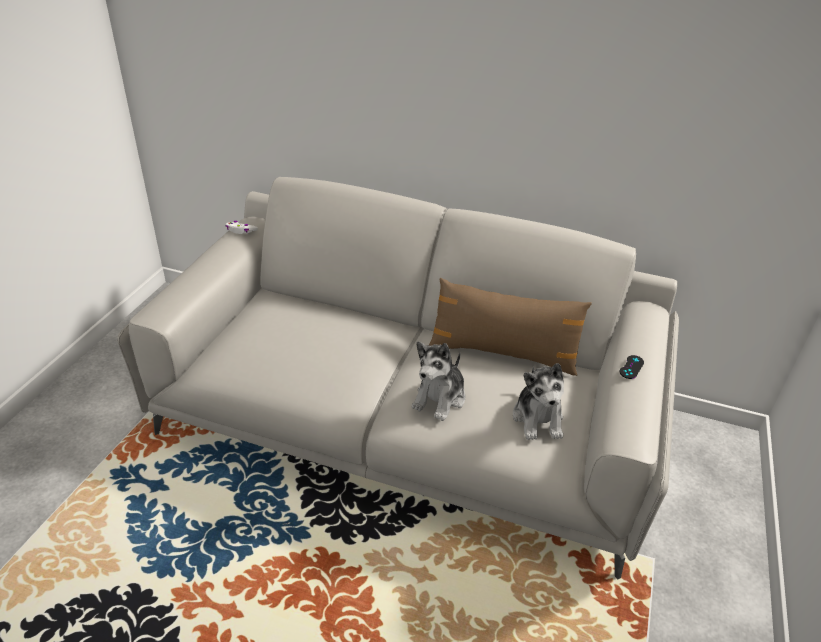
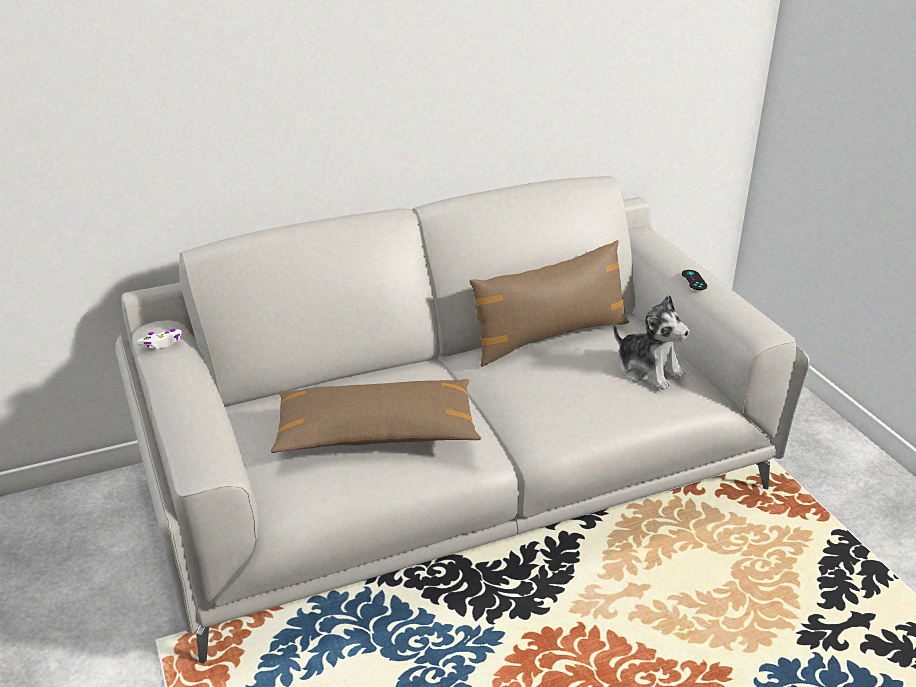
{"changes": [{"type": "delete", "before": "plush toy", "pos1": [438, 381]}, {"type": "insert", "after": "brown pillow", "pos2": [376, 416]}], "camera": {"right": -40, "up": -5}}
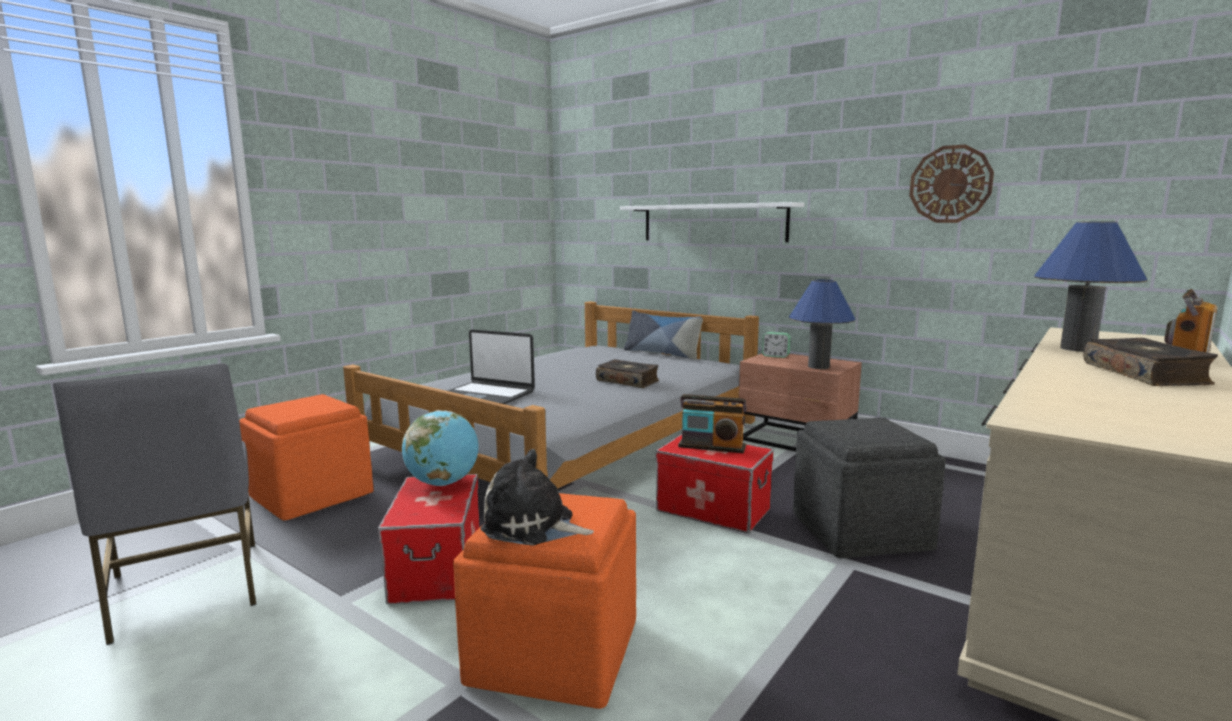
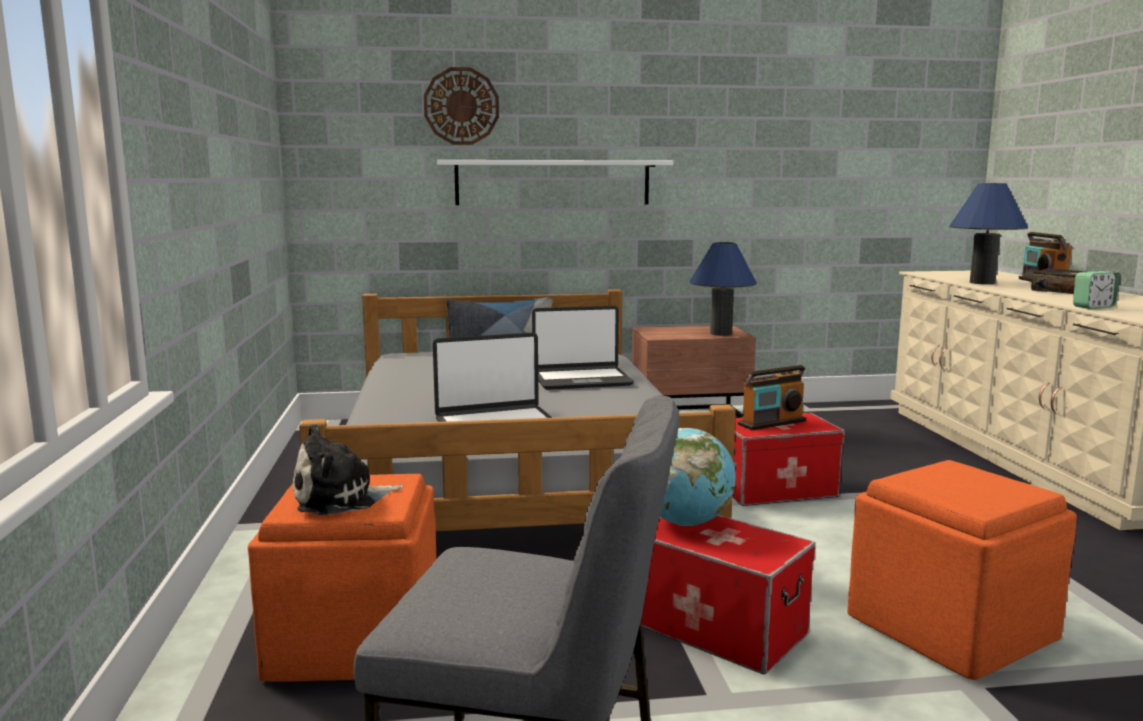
{"changes": [{"type": "move", "before": "plush toy", "pos1": [537, 497], "pos2": [348, 469]}, {"type": "replace", "before": "book", "after": "laptop", "pos1": [627, 373], "pos2": [583, 348]}, {"type": "move", "before": "alarm clock", "pos1": [776, 345], "pos2": [1096, 290]}, {"type": "delete", "before": "grey ottoman", "pos1": [869, 487]}, {"type": "move", "before": "wall clock", "pos1": [951, 184], "pos2": [461, 106]}], "camera": {"right": -45, "up": 0}}
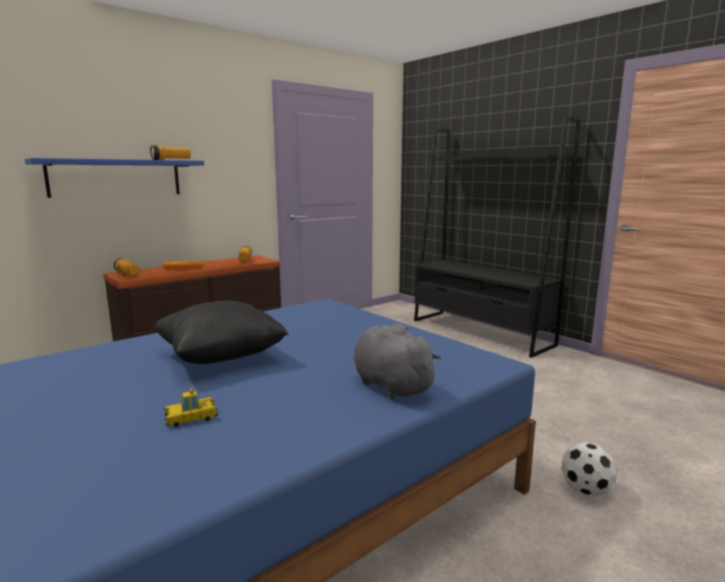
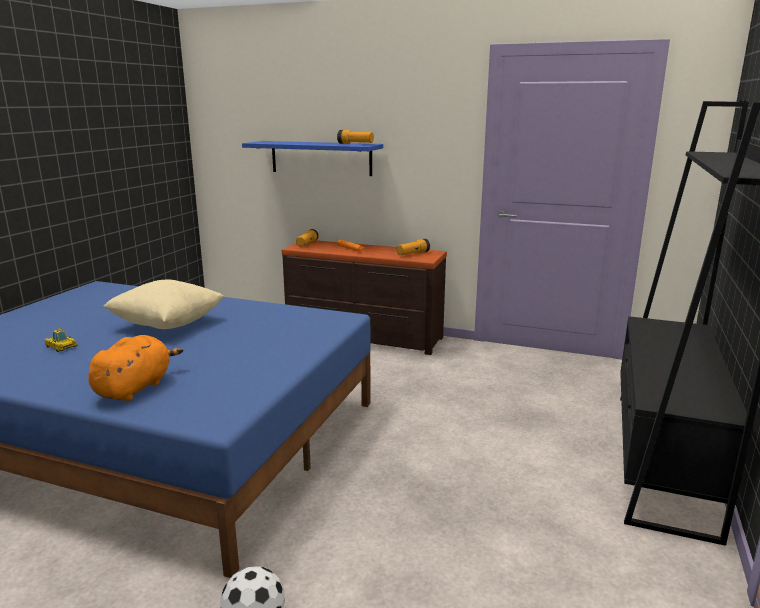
{"changes": [{"type": "recolor", "before": "black pillow", "after": "beige pillow", "pos1": [222, 332], "pos2": [163, 304]}, {"type": "recolor", "before": "grey plush toy", "after": "orange plush toy", "pos1": [397, 361], "pos2": [136, 368]}], "camera": {"right": 60, "up": 5}}
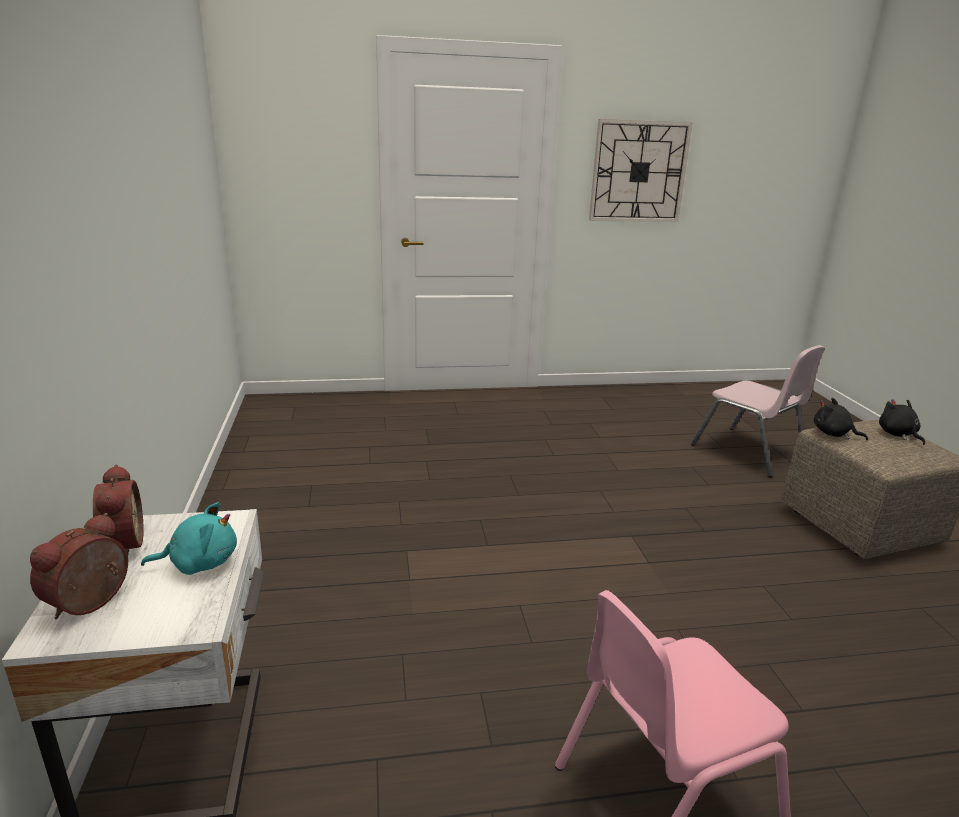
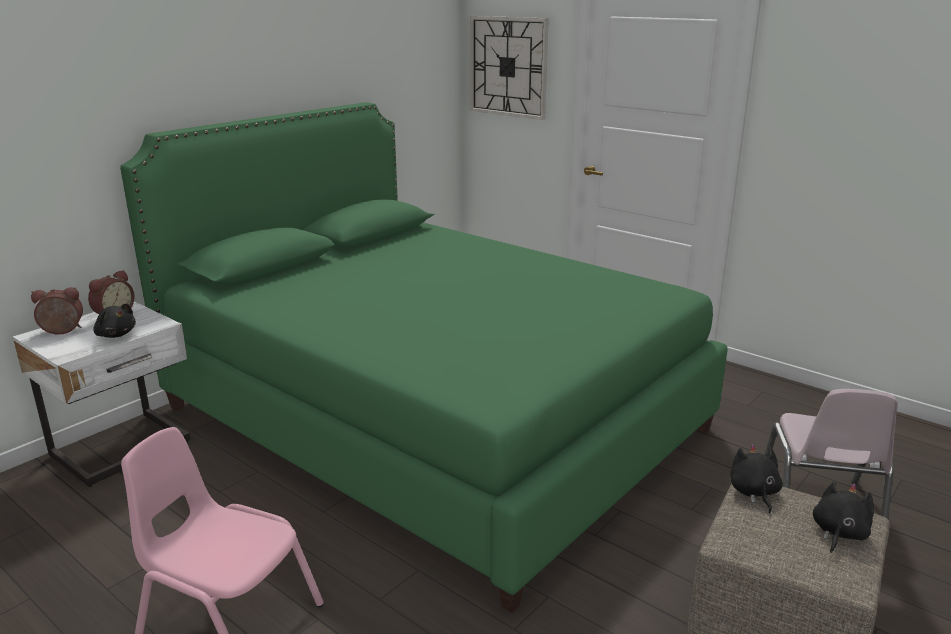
{"changes": [{"type": "recolor", "before": "turquoise plush toy", "after": "black plush toy", "pos1": [189, 538], "pos2": [114, 320]}, {"type": "move", "before": "wall clock", "pos1": [640, 170], "pos2": [509, 68]}, {"type": "insert", "after": "green bed", "pos2": [424, 357]}], "camera": {"right": 50, "up": 0}}
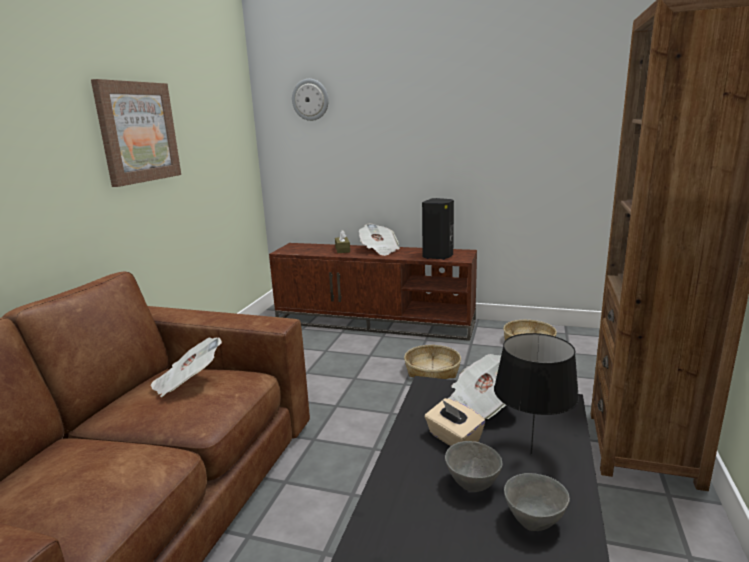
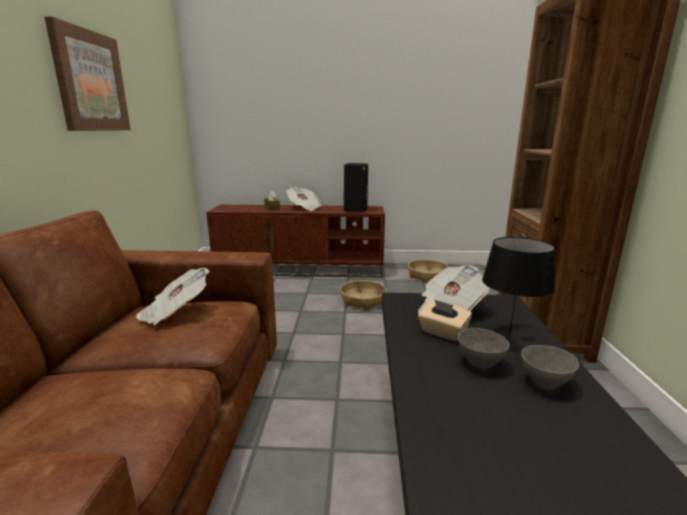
{"changes": [{"type": "delete", "before": "wall clock", "pos1": [310, 100]}], "camera": {"right": -15, "up": 0}}
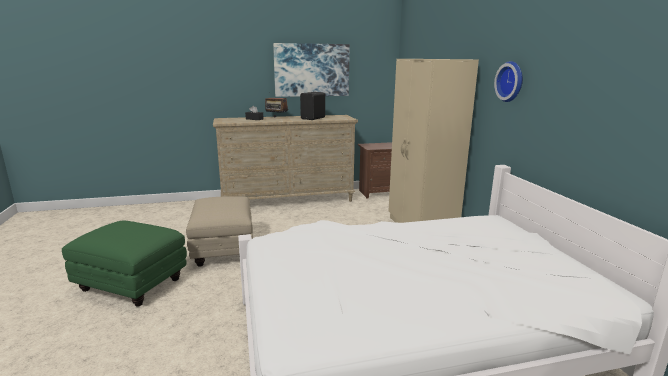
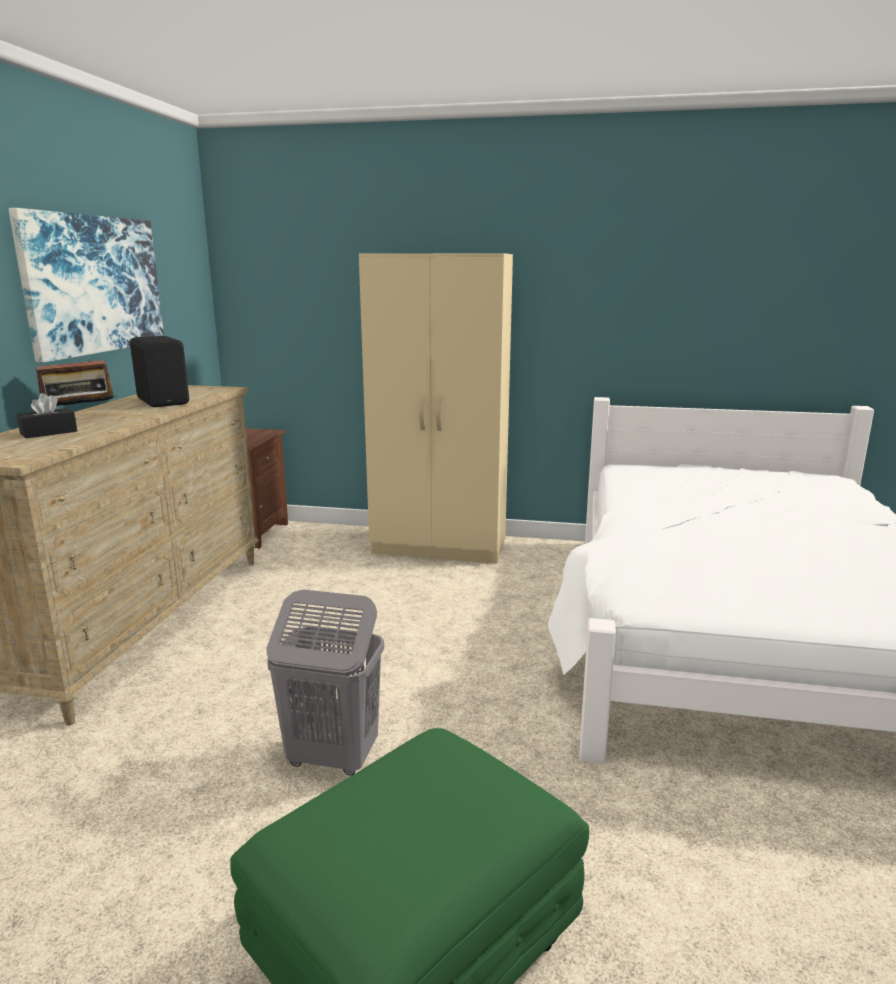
{"changes": [{"type": "replace", "before": "beige ottoman", "after": "grey laundry basket", "pos1": [219, 231], "pos2": [325, 682]}, {"type": "delete", "before": "wall clock", "pos1": [508, 81]}], "camera": {"right": -65, "up": 0}}
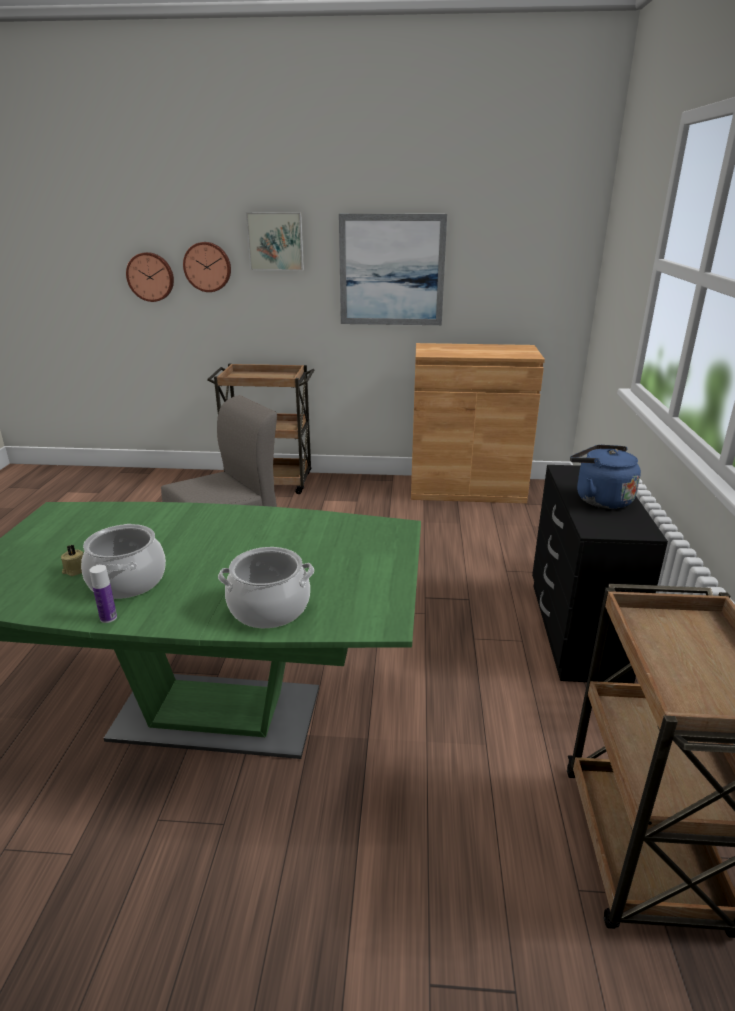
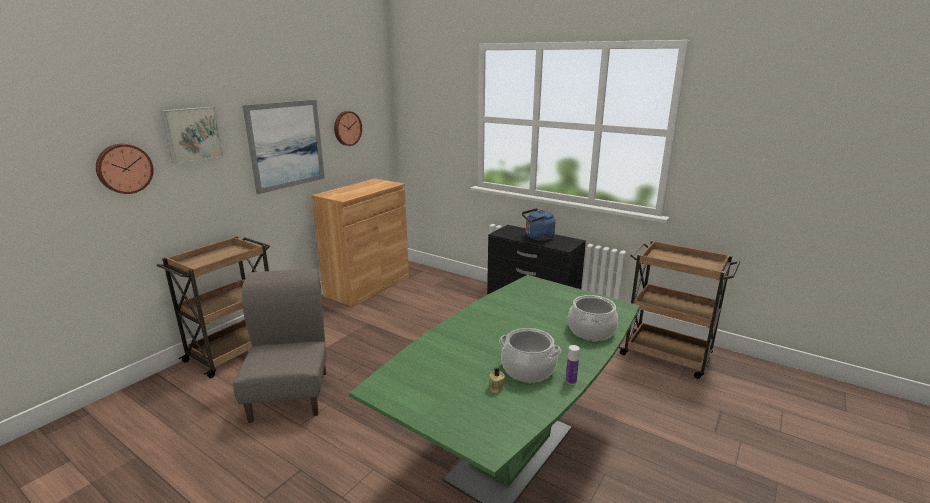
{"changes": [{"type": "move", "before": "wall clock", "pos1": [150, 277], "pos2": [348, 128]}], "camera": {"right": -60, "up": -5}}
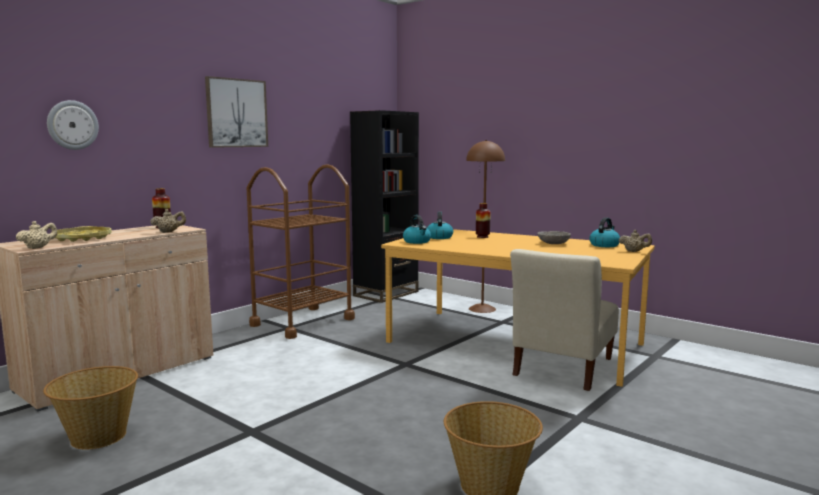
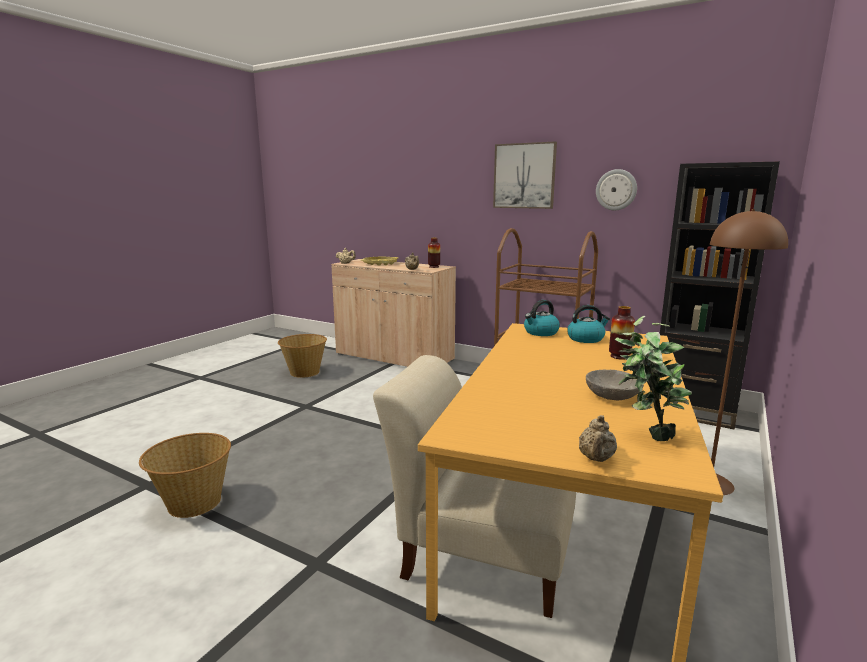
{"changes": [{"type": "move", "before": "wall clock", "pos1": [73, 125], "pos2": [616, 189]}, {"type": "replace", "before": "kettle", "after": "potted plant", "pos1": [605, 232], "pos2": [653, 378]}], "camera": {"right": 80, "up": 5}}
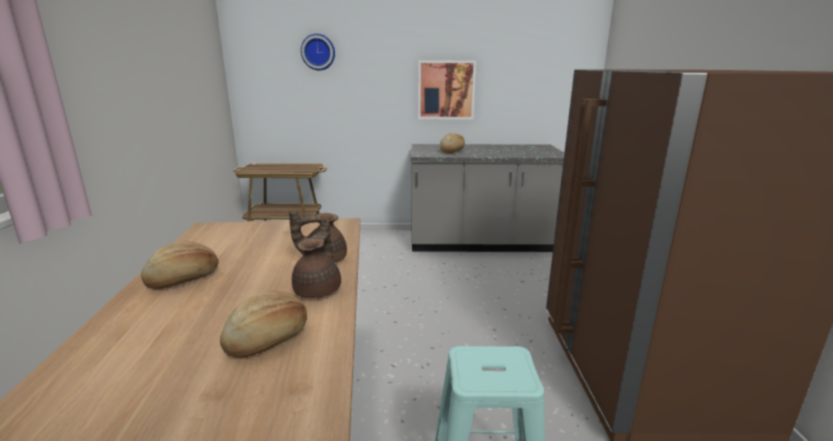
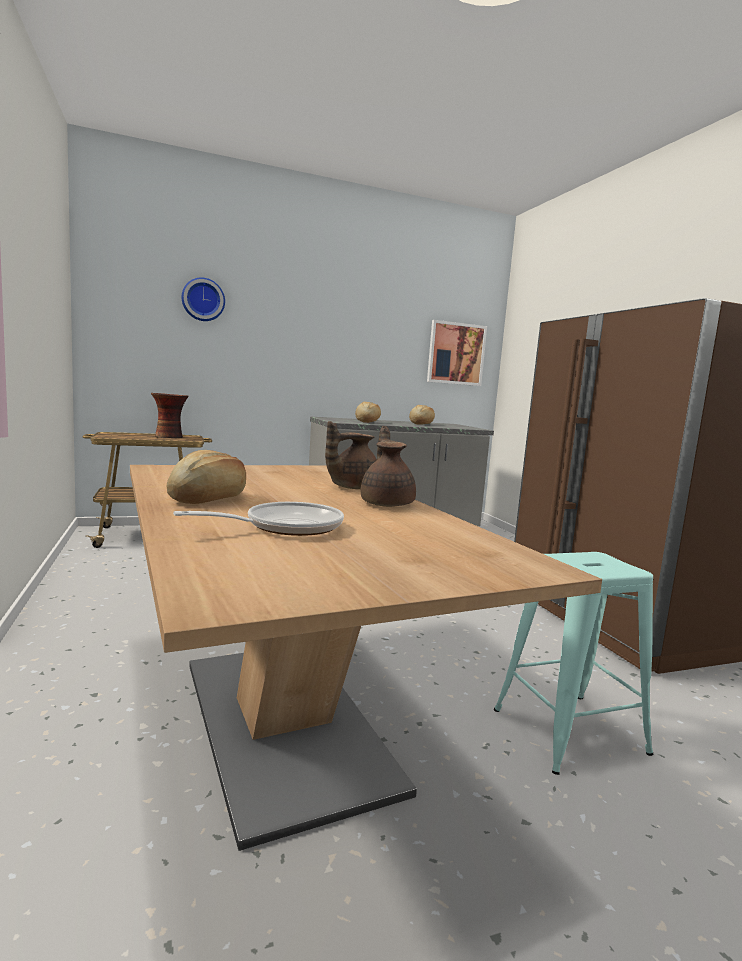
{"changes": [{"type": "move", "before": "bread", "pos1": [263, 324], "pos2": [422, 415]}, {"type": "move", "before": "picture", "pos1": [447, 90], "pos2": [457, 353]}, {"type": "insert", "after": "vase", "pos2": [170, 415]}, {"type": "insert", "after": "frying pan", "pos2": [258, 519]}], "camera": {"right": -20, "up": -10}}
